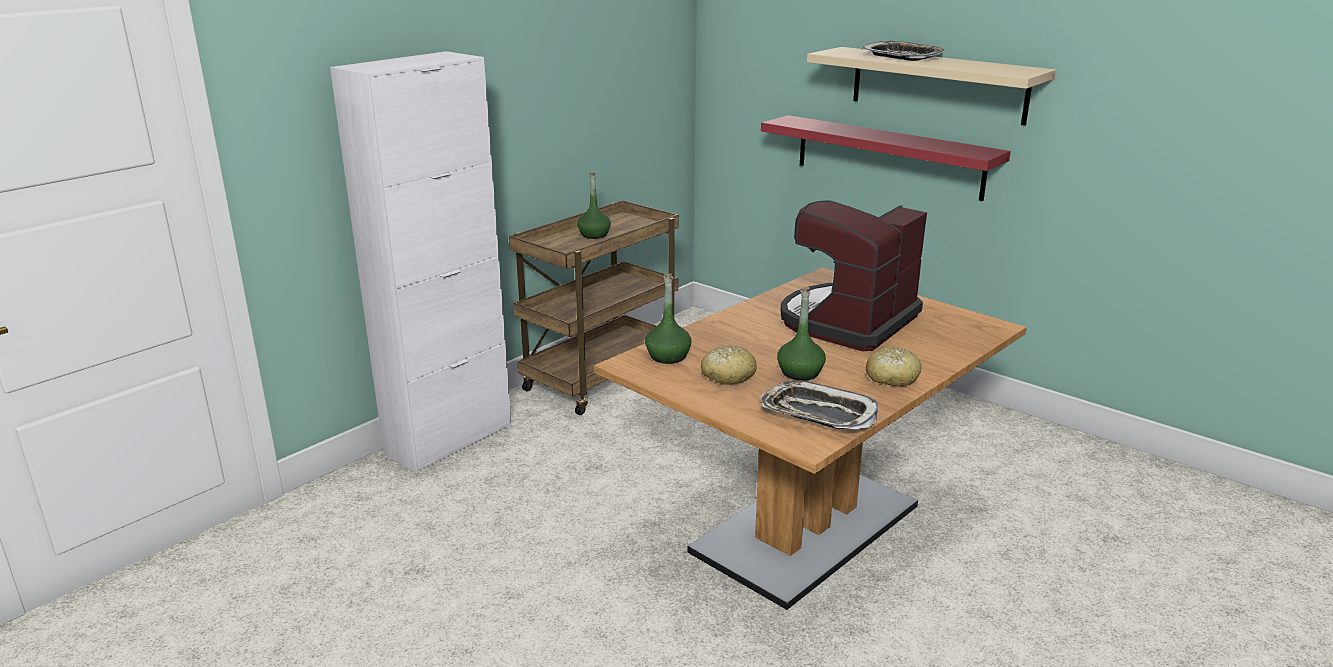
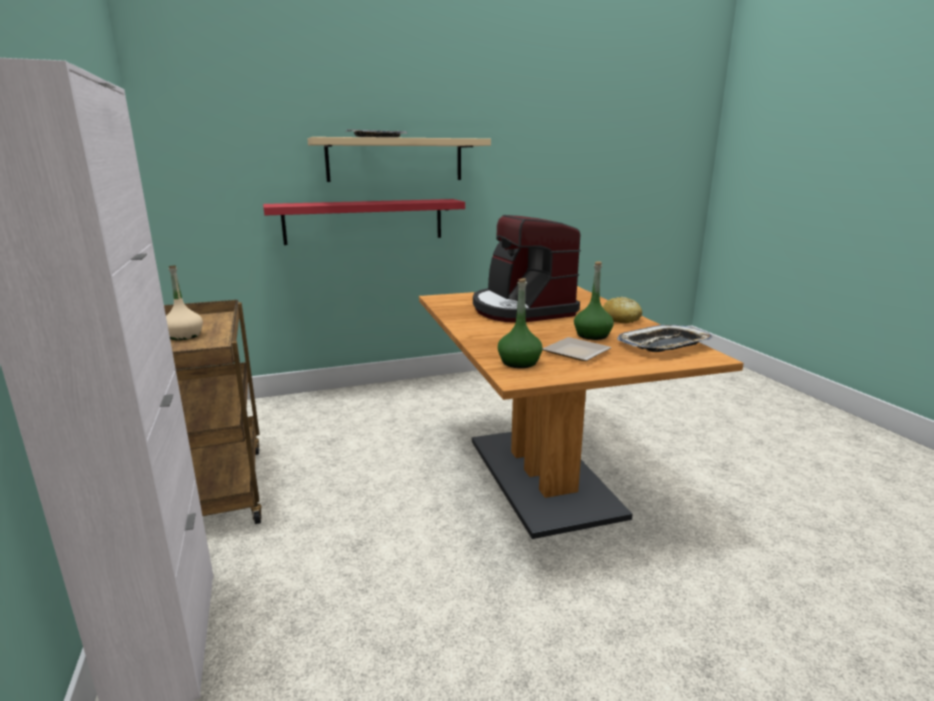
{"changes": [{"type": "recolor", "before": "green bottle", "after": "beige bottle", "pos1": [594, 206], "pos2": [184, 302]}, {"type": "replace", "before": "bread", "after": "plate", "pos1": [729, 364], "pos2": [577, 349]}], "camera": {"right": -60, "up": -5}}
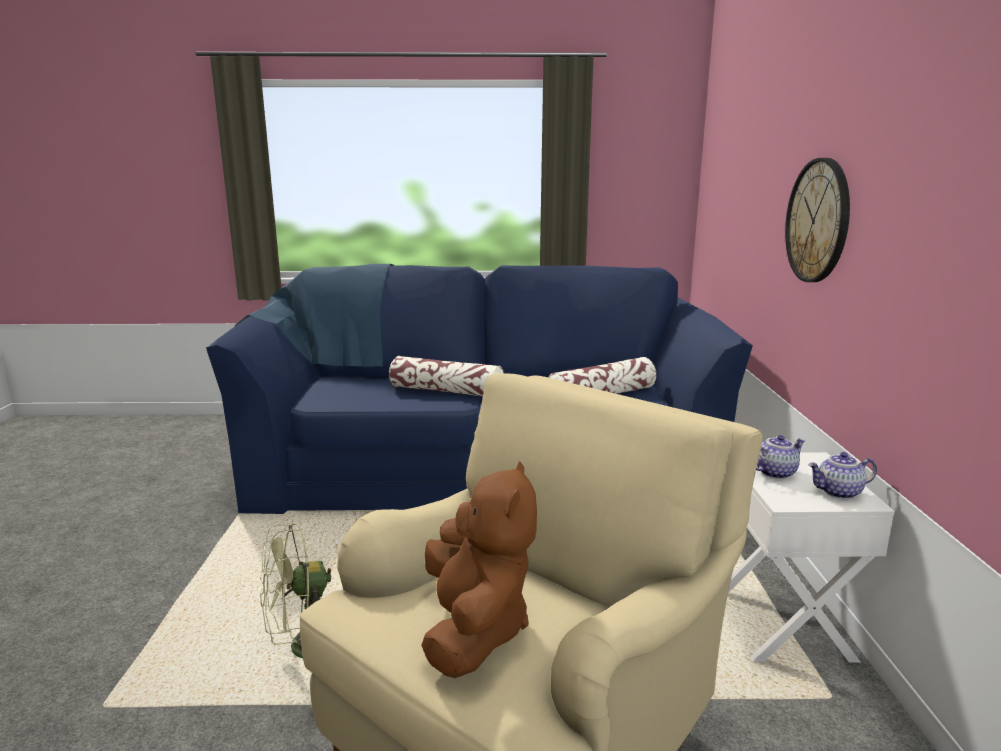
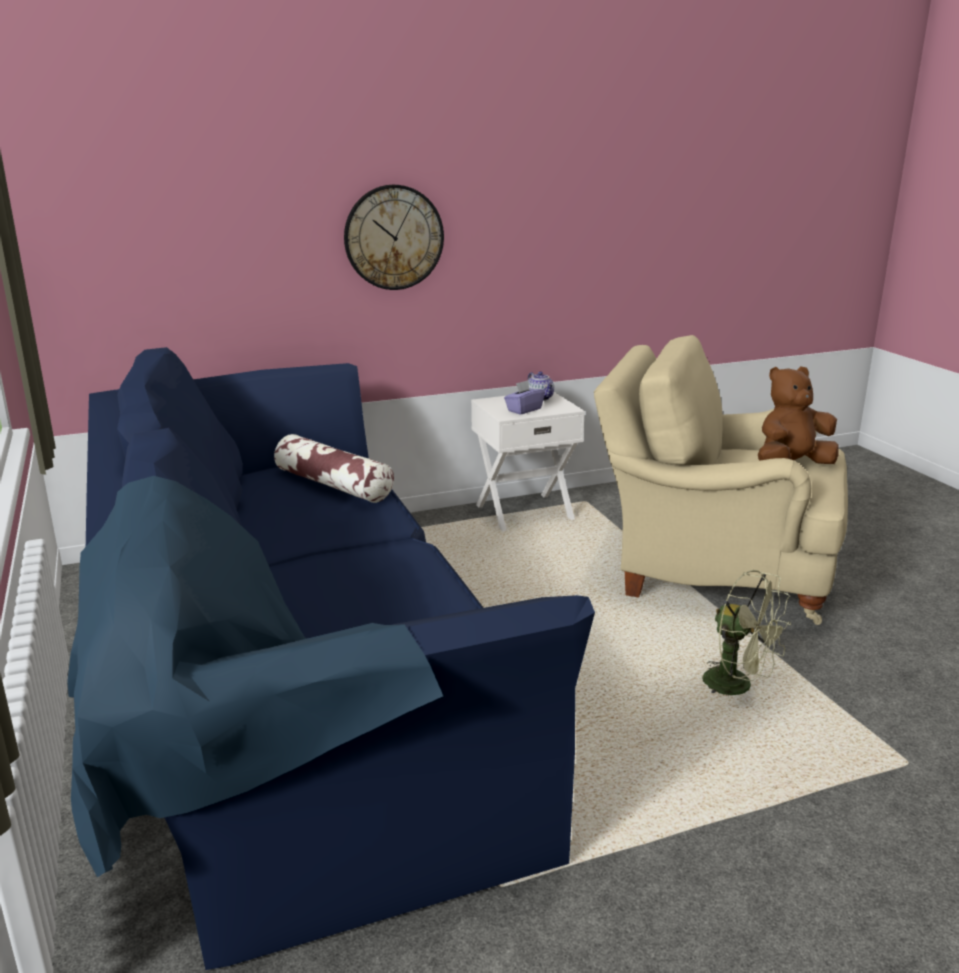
{"changes": [{"type": "delete", "before": "pillow", "pos1": [446, 376]}, {"type": "replace", "before": "teapot", "after": "purple tissue box", "pos1": [780, 457], "pos2": [524, 397]}], "camera": {"right": -110, "up": 5}}
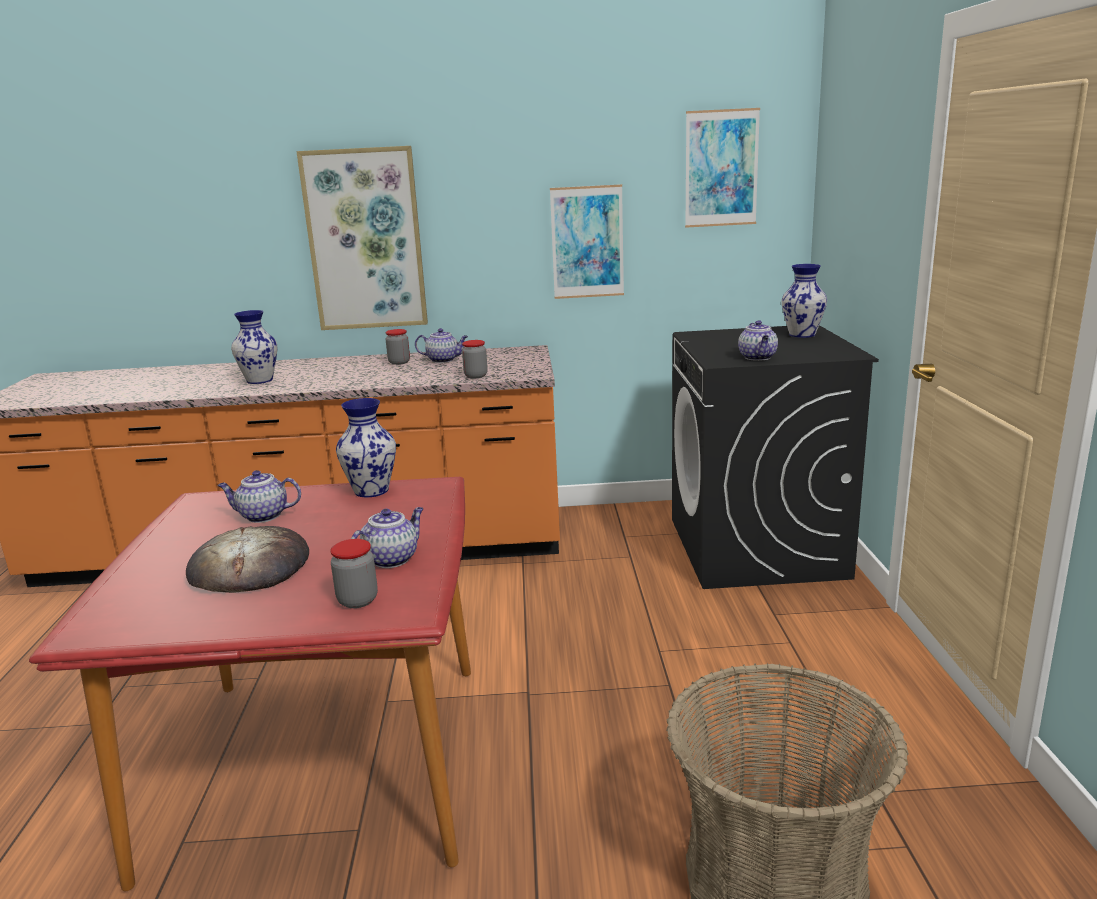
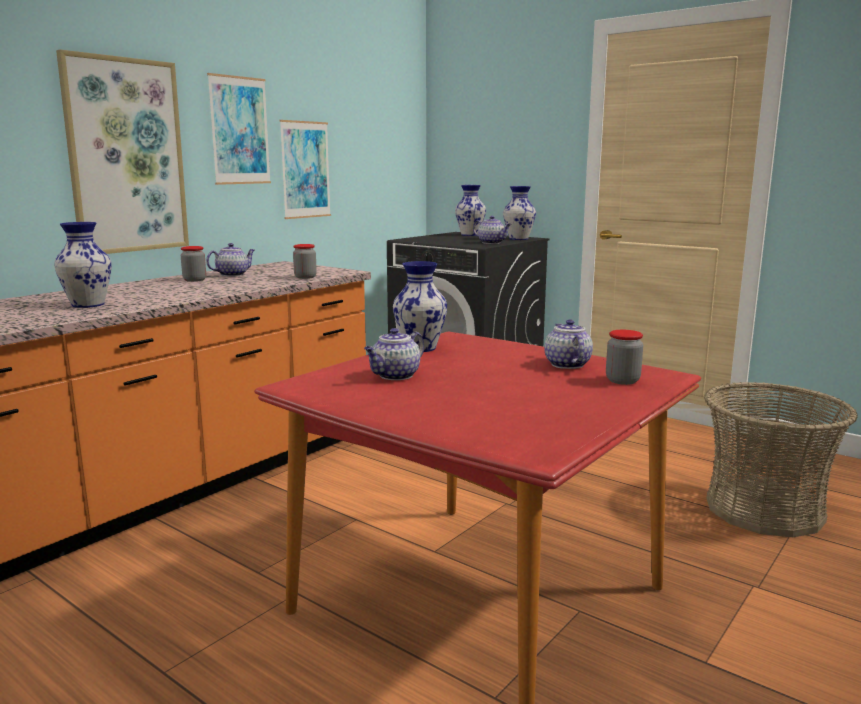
{"changes": [{"type": "delete", "before": "bread", "pos1": [247, 559]}, {"type": "move", "before": "picture", "pos1": [722, 168], "pos2": [239, 129]}, {"type": "insert", "after": "vase", "pos2": [519, 213]}], "camera": {"right": -50, "up": -5}}
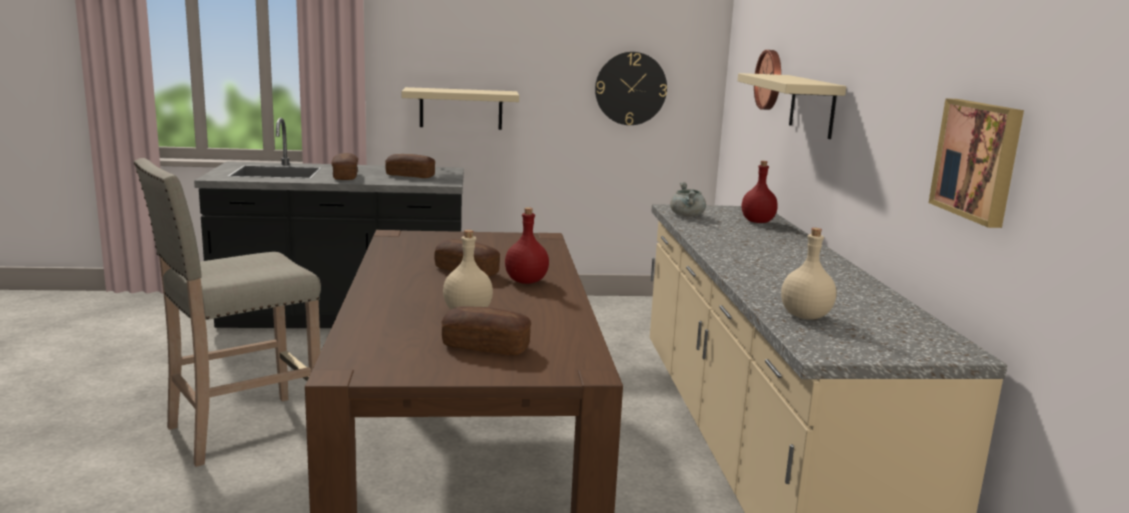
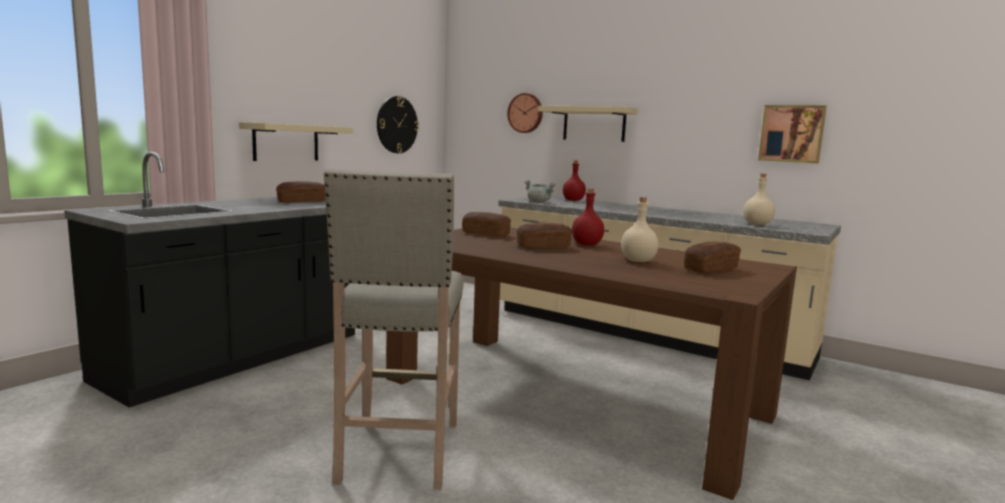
{"changes": [{"type": "move", "before": "bread", "pos1": [344, 166], "pos2": [486, 224]}], "camera": {"right": -50, "up": -5}}
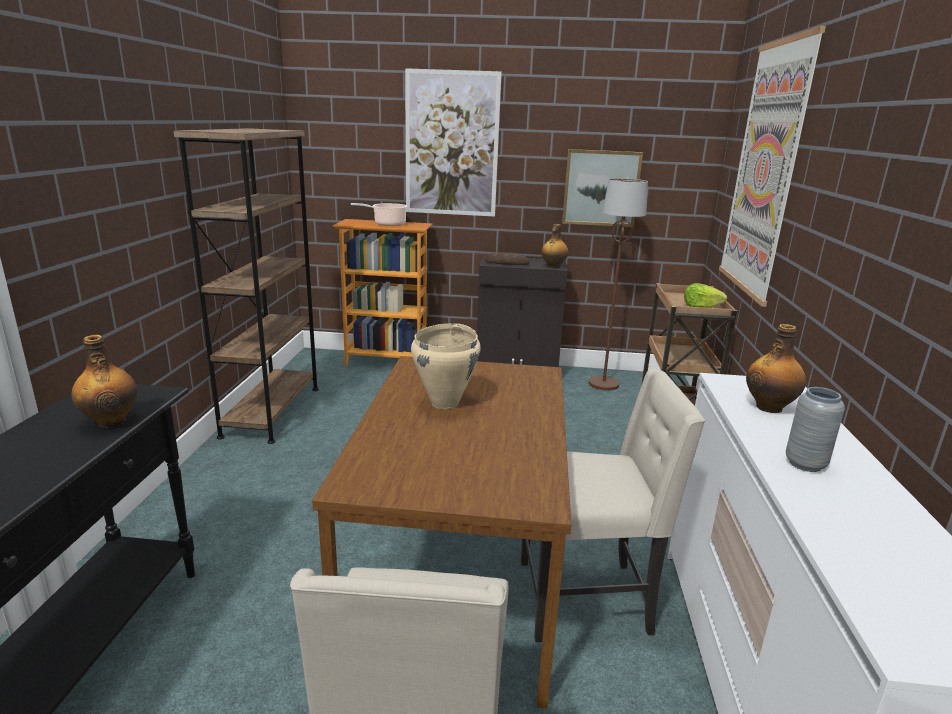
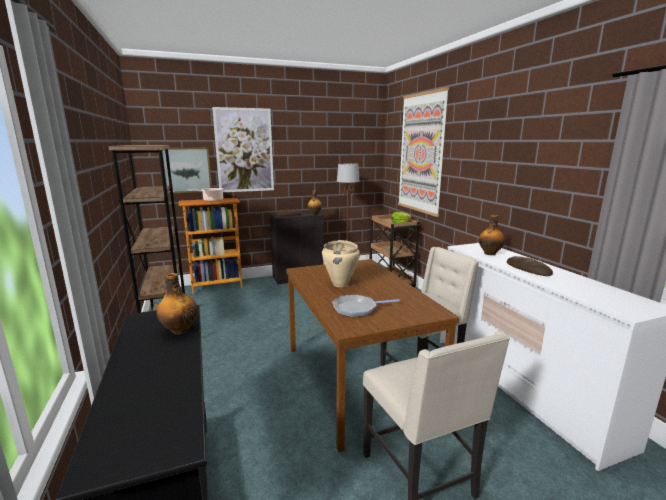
{"changes": [{"type": "move", "before": "picture", "pos1": [602, 188], "pos2": [187, 170]}, {"type": "replace", "before": "grey vase", "after": "bread", "pos1": [815, 429], "pos2": [530, 266]}, {"type": "insert", "after": "frying pan", "pos2": [366, 306]}], "camera": {"right": -25, "up": -5}}
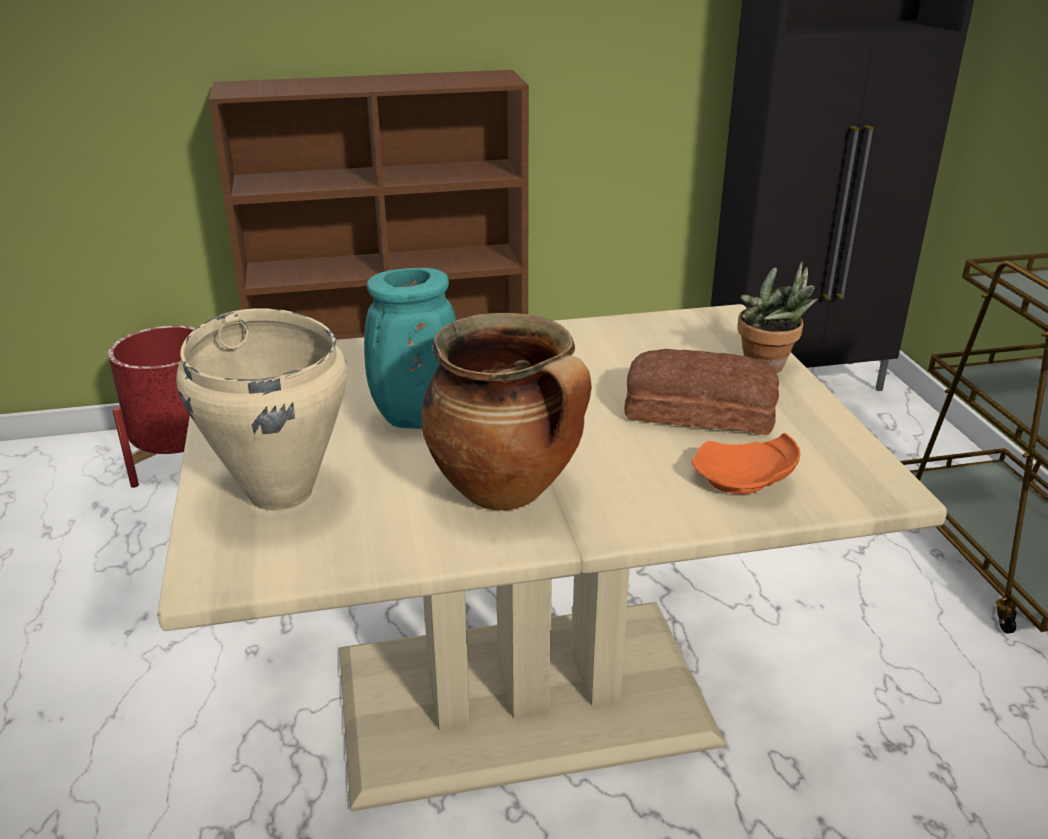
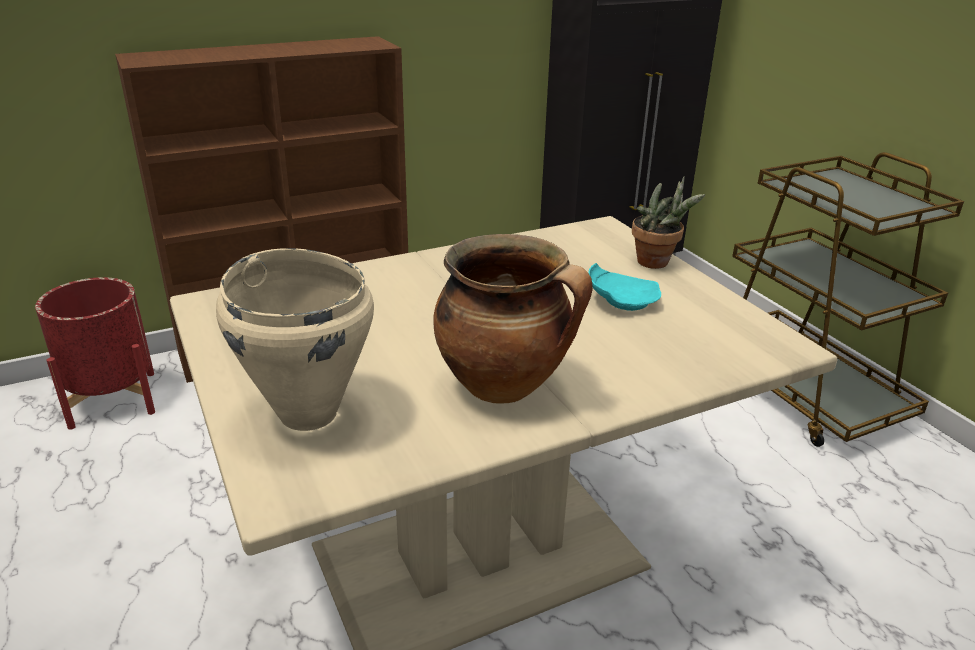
{"changes": [{"type": "delete", "before": "turquoise vase", "pos1": [410, 348]}, {"type": "replace", "before": "bread", "after": "turquoise plate", "pos1": [701, 392], "pos2": [624, 287]}, {"type": "delete", "before": "orange plate", "pos1": [746, 463]}], "camera": {"right": -15, "up": 0}}
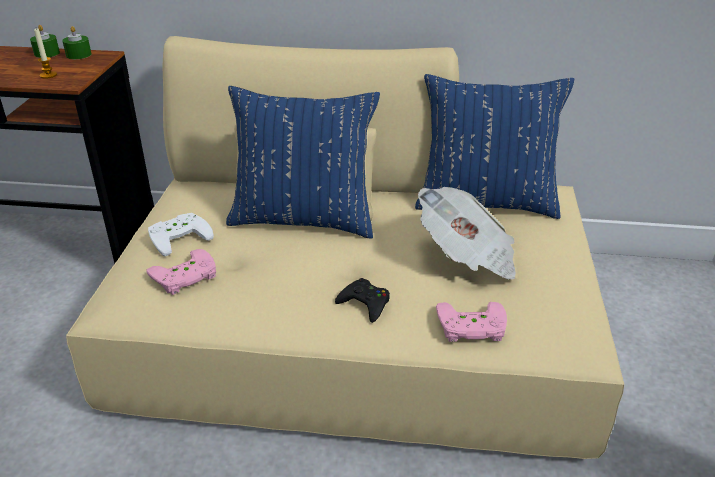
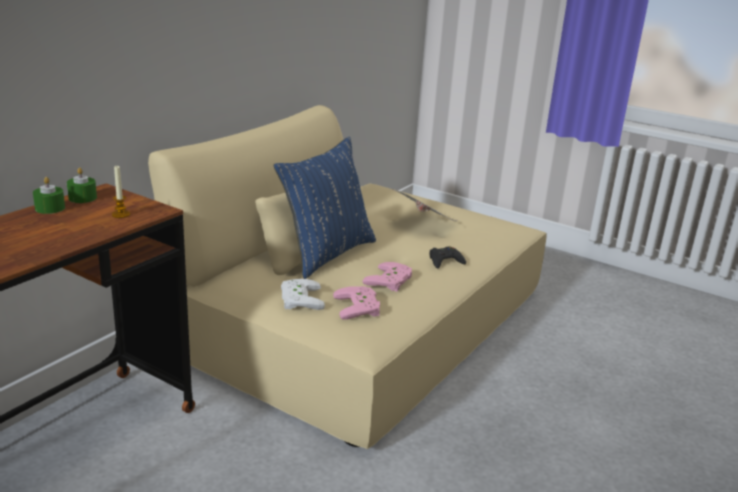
{"changes": [{"type": "delete", "before": "blue pillow", "pos1": [494, 146]}, {"type": "move", "before": "pink game controller", "pos1": [471, 322], "pos2": [387, 277]}], "camera": {"right": -65, "up": -10}}
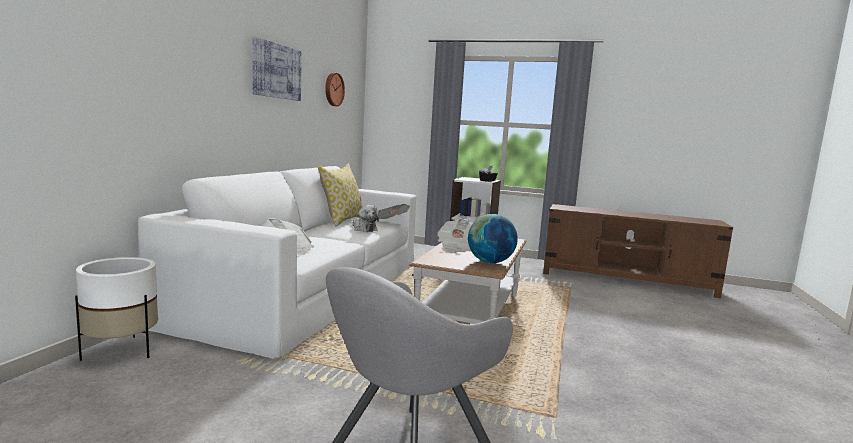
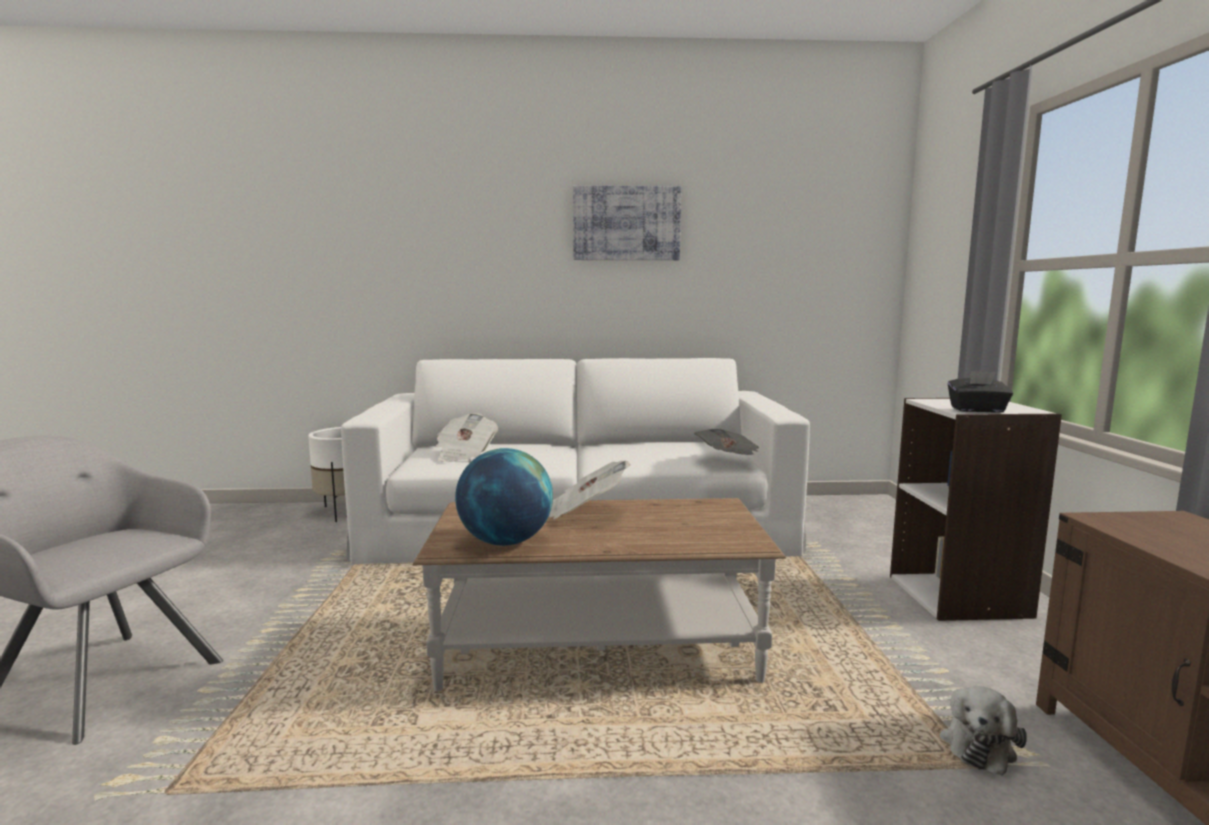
{"changes": [{"type": "delete", "before": "pillow", "pos1": [340, 195]}, {"type": "delete", "before": "wall clock", "pos1": [335, 89]}, {"type": "move", "before": "plush toy", "pos1": [366, 218], "pos2": [983, 731]}], "camera": {"right": 70, "up": 0}}
